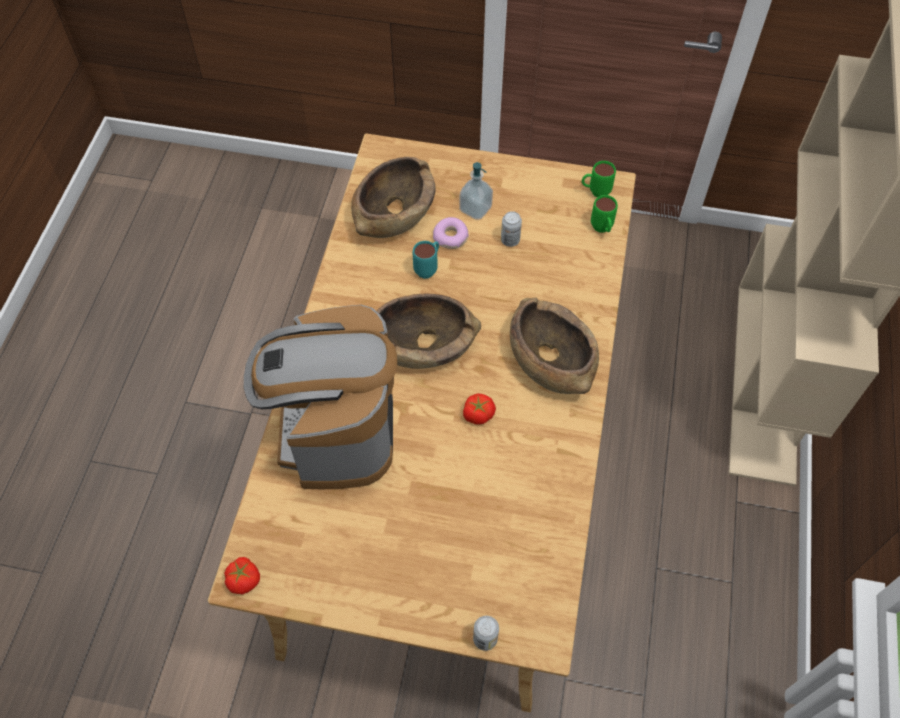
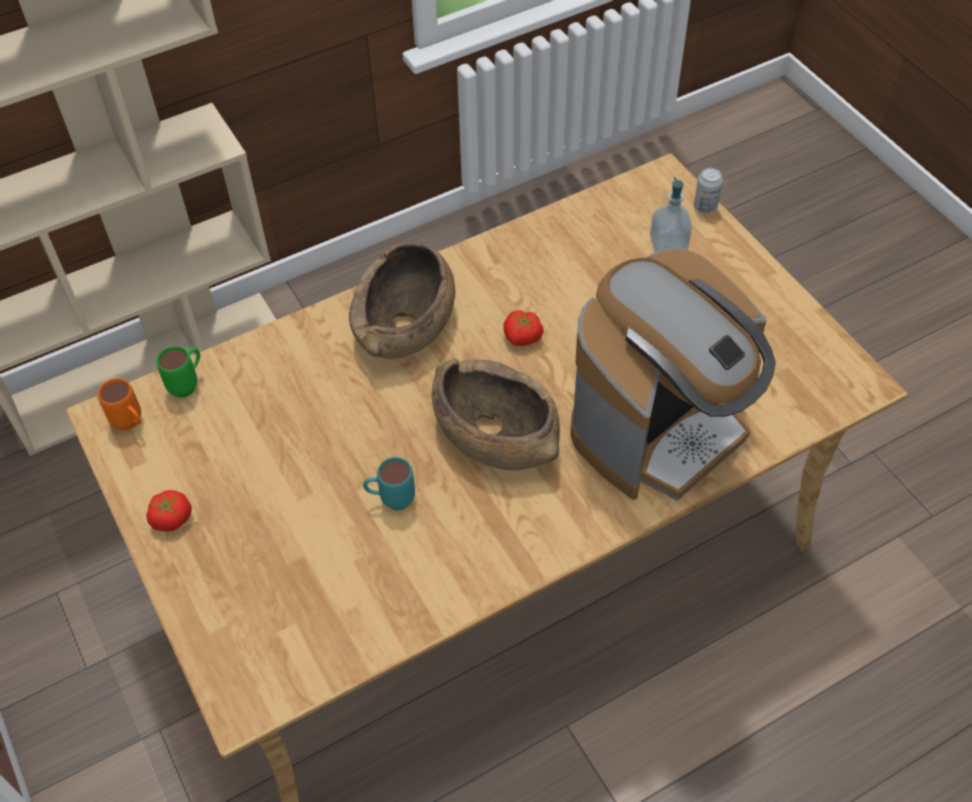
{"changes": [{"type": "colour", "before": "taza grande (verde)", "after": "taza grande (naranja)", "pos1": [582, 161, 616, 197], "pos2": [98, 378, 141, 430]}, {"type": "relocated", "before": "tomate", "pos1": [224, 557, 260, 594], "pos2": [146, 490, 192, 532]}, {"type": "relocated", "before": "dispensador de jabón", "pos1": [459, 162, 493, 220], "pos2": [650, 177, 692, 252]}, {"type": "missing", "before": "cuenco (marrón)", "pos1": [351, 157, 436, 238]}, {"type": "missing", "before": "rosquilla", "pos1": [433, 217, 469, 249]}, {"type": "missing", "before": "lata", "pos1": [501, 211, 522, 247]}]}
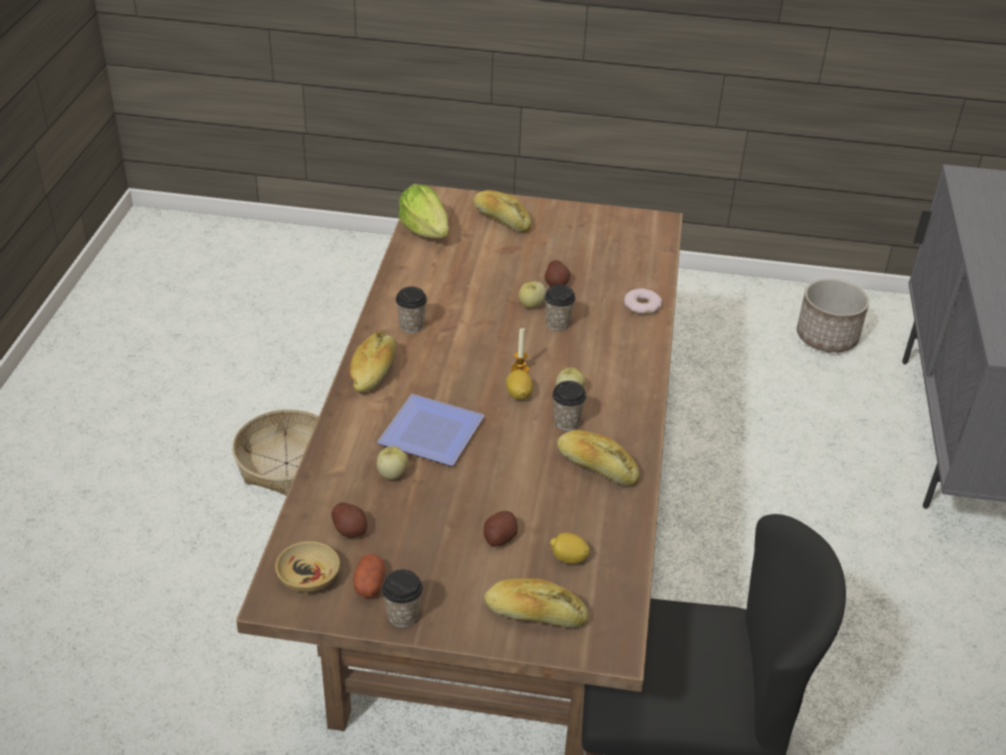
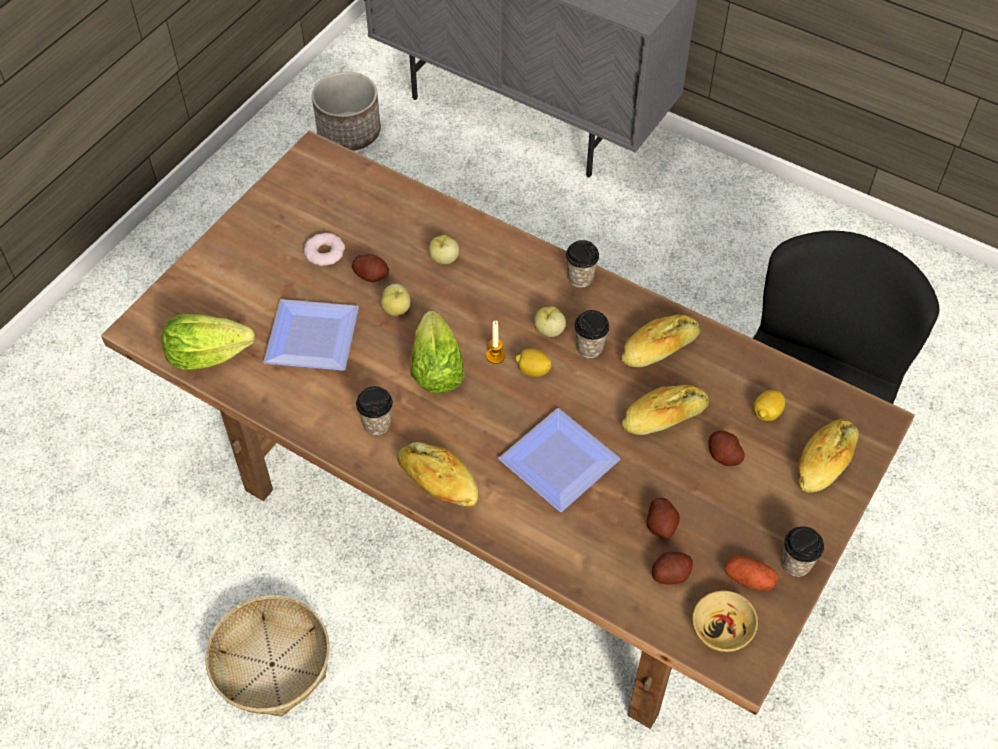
{"changes": [{"type": "appeared", "after": "plato", "pos2": [263, 299, 359, 371]}, {"type": "relocated", "before": "rosquilla", "pos1": [624, 288, 662, 314], "pos2": [304, 233, 345, 266]}, {"type": "appeared", "after": "lechuga", "pos2": [410, 311, 465, 394]}, {"type": "relocated", "before": "manzana", "pos1": [377, 446, 408, 480], "pos2": [429, 235, 459, 264]}, {"type": "relocated", "before": "taza", "pos1": [544, 285, 576, 331], "pos2": [566, 240, 599, 287]}, {"type": "relocated", "before": "pan", "pos1": [473, 190, 532, 232], "pos2": [622, 385, 709, 435]}, {"type": "appeared", "after": "patata", "pos2": [647, 498, 680, 539]}]}
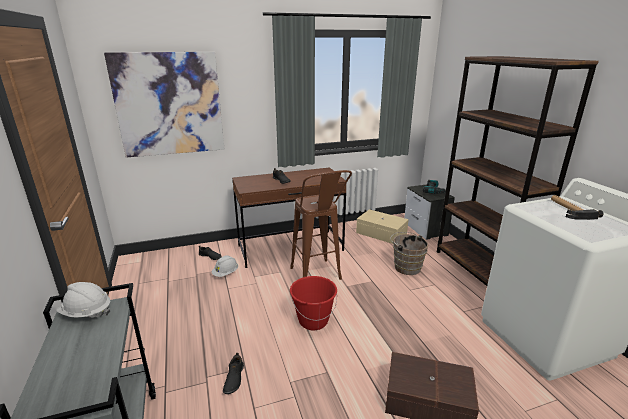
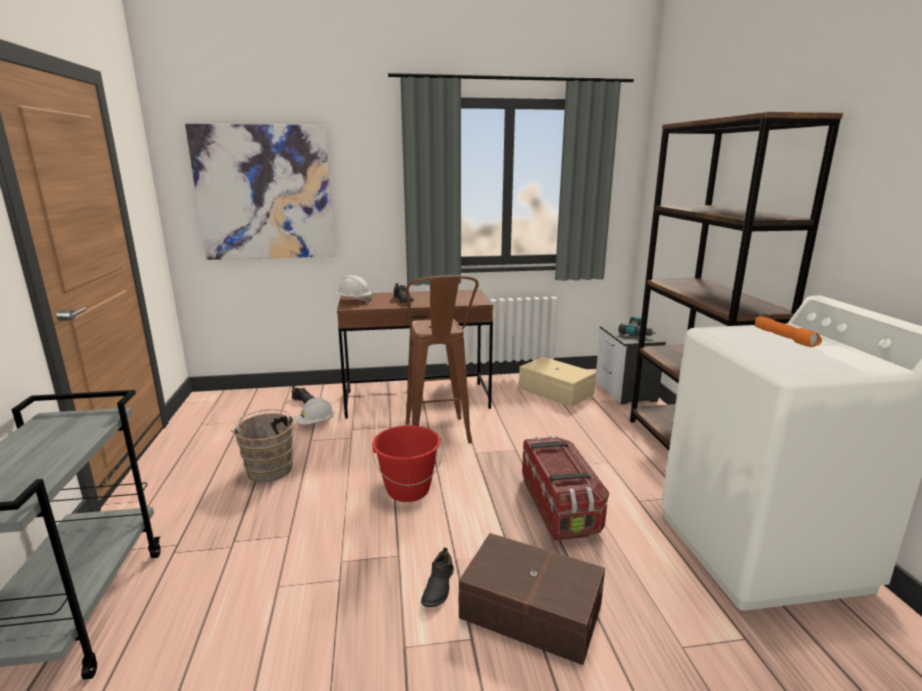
{"changes": [{"type": "relocated", "before": "cubo (marrón)", "pos1": [390, 232, 428, 275], "pos2": [232, 409, 296, 482]}, {"type": "relocated", "before": "casco (blanco)", "pos1": [56, 282, 110, 318], "pos2": [335, 275, 372, 302]}, {"type": "relocated", "before": "zapato (negro)", "pos1": [223, 353, 244, 394], "pos2": [421, 548, 454, 607]}, {"type": "appeared", "after": "caja de almacenaje", "pos2": [522, 436, 609, 541]}, {"type": "exchanged", "before": "martillo", "after": "linterna (naranja)", "pos1": [551, 195, 603, 220], "pos2": [755, 316, 822, 347]}]}
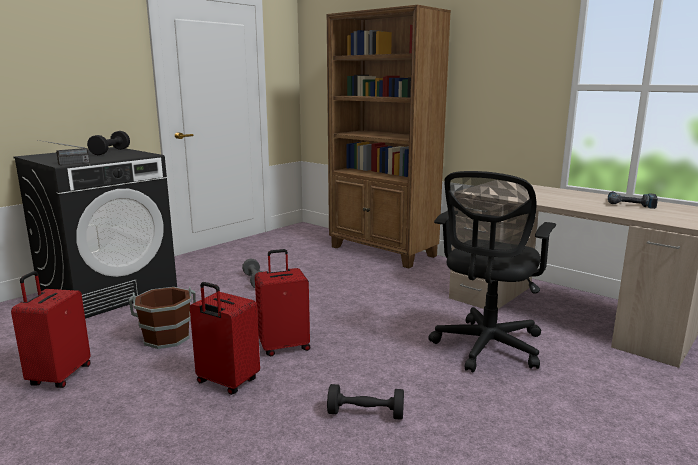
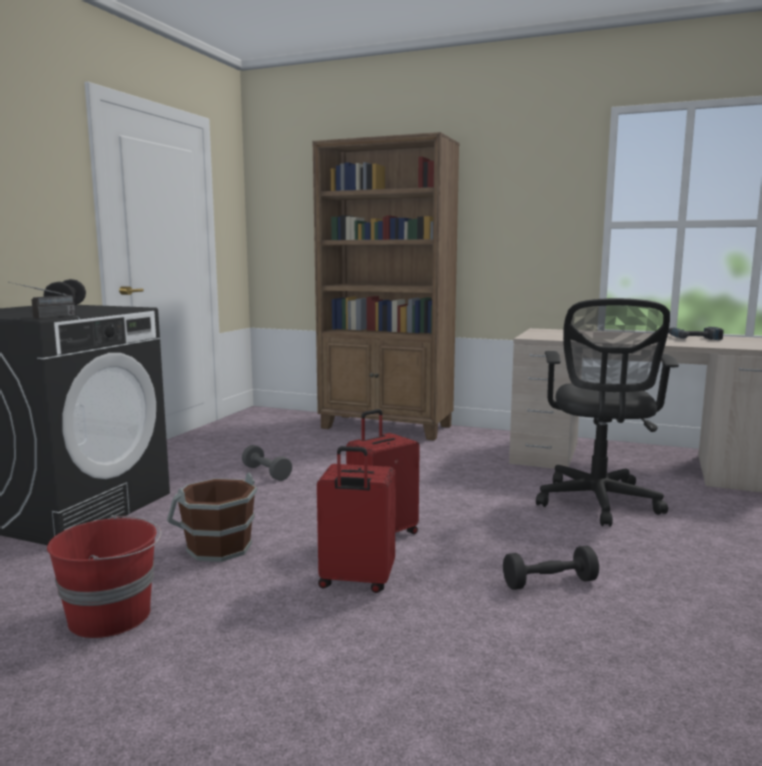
{"changes": [{"type": "exchanged", "before": "maleta (rojo)", "after": "cubo (rojo)", "pos1": [11, 271, 91, 388], "pos2": [47, 515, 161, 638]}]}
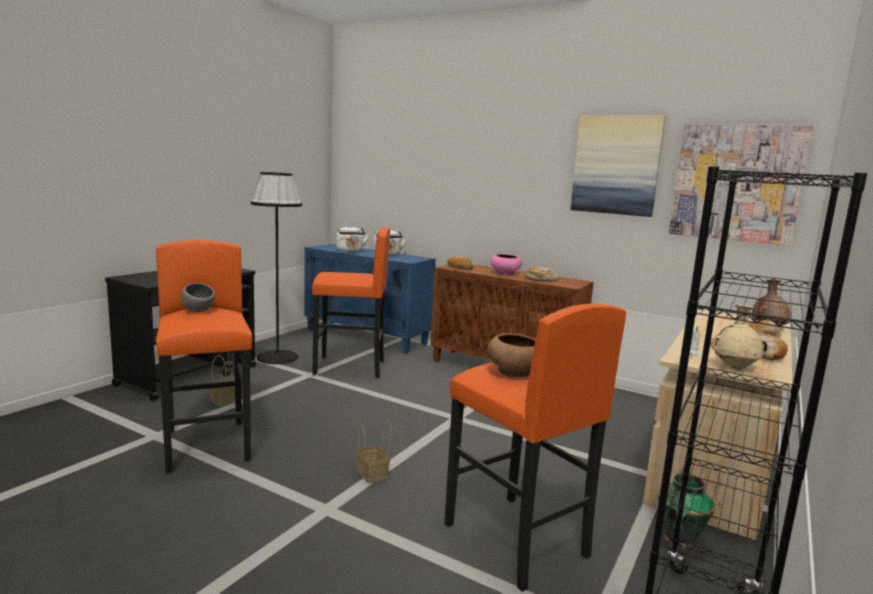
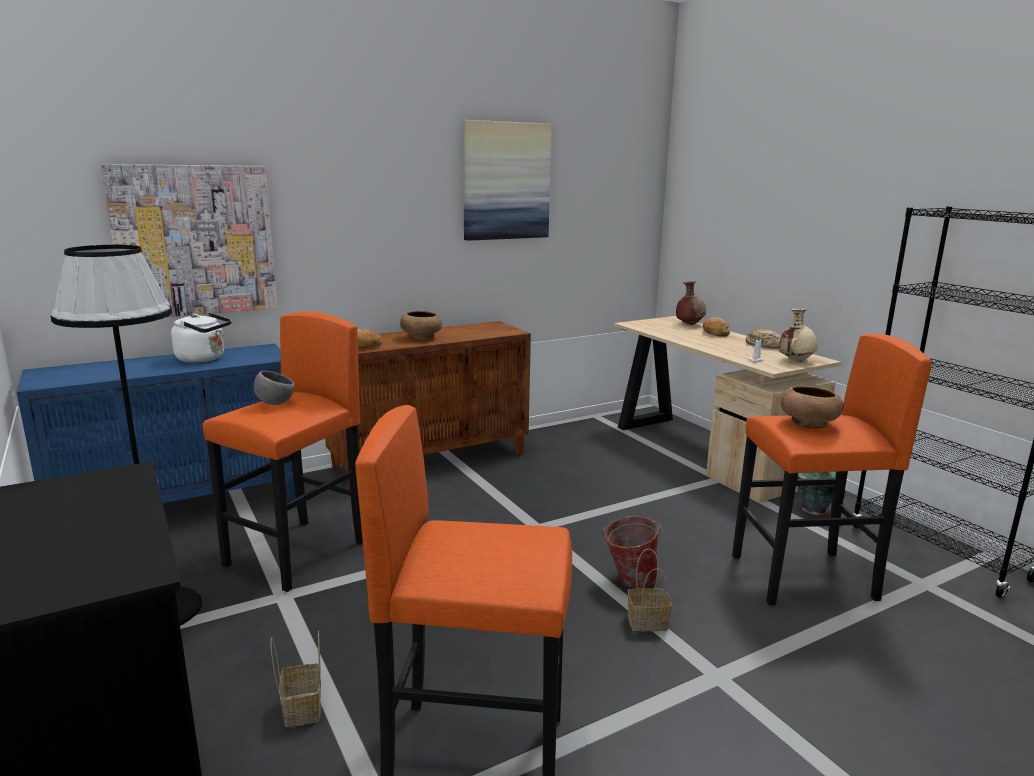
{"changes": [{"type": "relocated", "before": "cuadro", "pos1": [669, 124, 813, 245], "pos2": [101, 164, 277, 317]}, {"type": "relocated", "before": "cuenco (gris)", "pos1": [181, 283, 215, 312], "pos2": [254, 371, 295, 405]}, {"type": "colour", "before": "cuenco (rosa)", "after": "cuenco (marrón)", "pos1": [491, 254, 522, 275], "pos2": [400, 311, 442, 340]}, {"type": "appeared", "after": "cubo", "pos2": [601, 516, 661, 588]}, {"type": "missing", "before": "hervidor (blanco)", "pos1": [336, 225, 369, 252]}, {"type": "missing", "before": "pan", "pos1": [525, 267, 559, 281]}]}
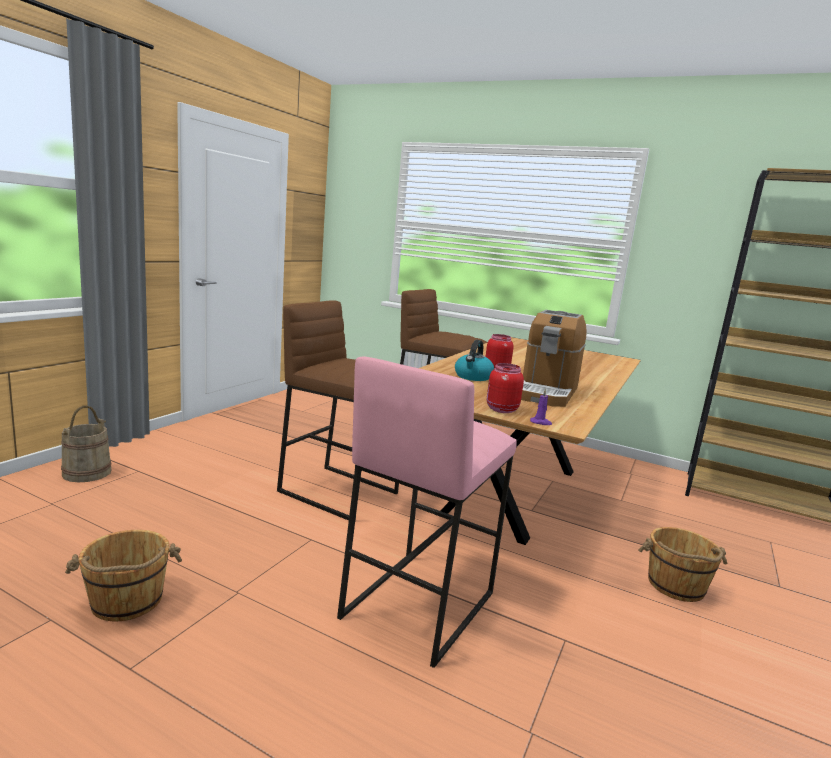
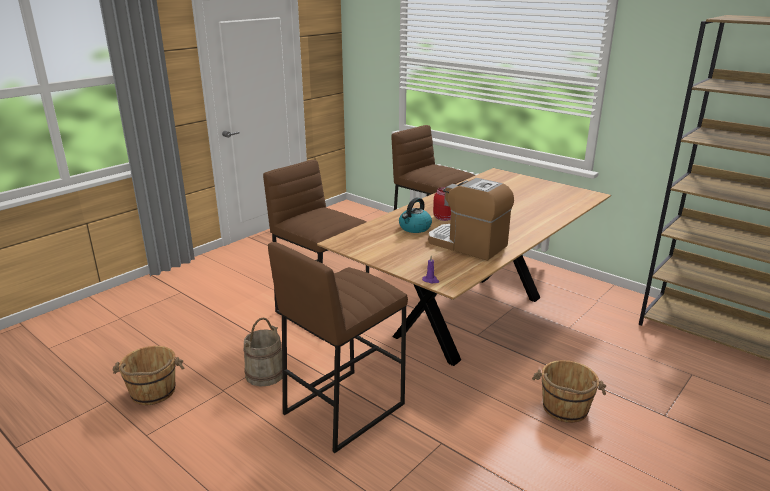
{"changes": [{"type": "relocated", "before": "cubo (beis)", "pos1": [61, 405, 111, 483], "pos2": [244, 318, 282, 387]}, {"type": "colour", "before": "taburete (rosa)", "after": "taburete (marrón)", "pos1": [337, 356, 517, 668], "pos2": [268, 242, 408, 453]}, {"type": "spun", "before": "cafetera", "pos1": [521, 310, 586, 407], "pos2": [428, 178, 514, 261], "turn": 90}, {"type": "missing", "before": "tarro (rojo)", "pos1": [487, 363, 524, 413]}]}
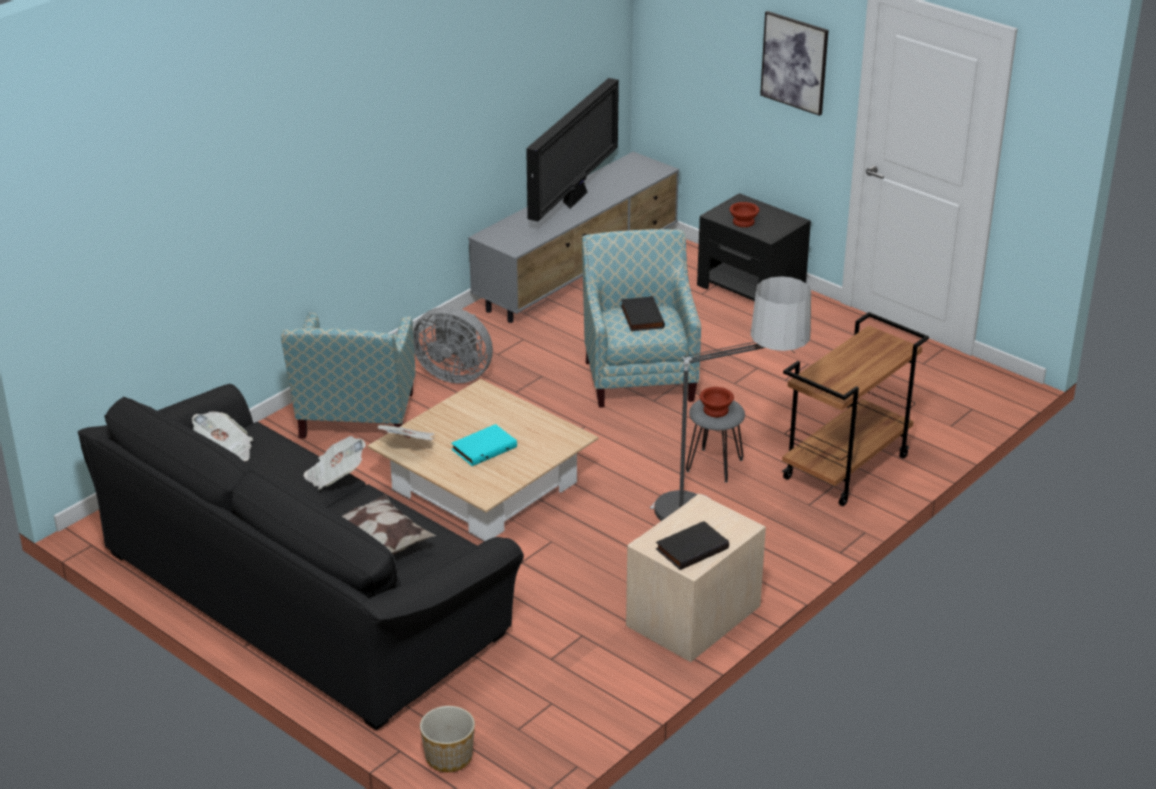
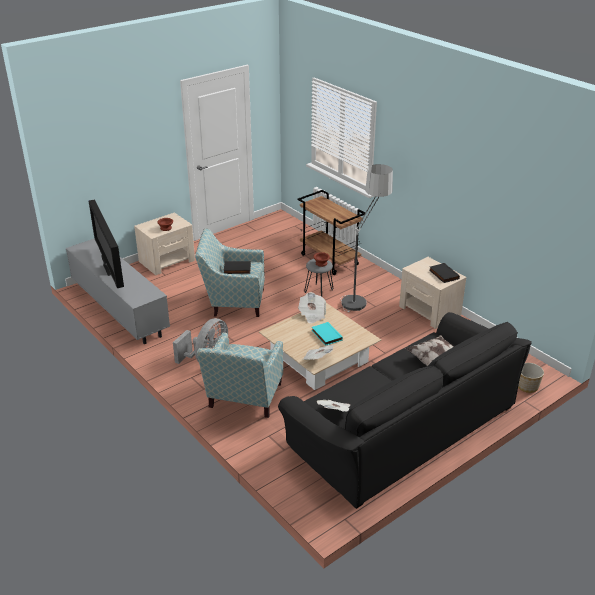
{"changes": [{"type": "spun", "before": "televisor", "pos1": [526, 78, 619, 222], "pos2": [88, 199, 124, 288], "turn": -150}, {"type": "colour", "before": "mesita de noche (negro)", "after": "mesita de noche (beis)", "pos1": [697, 193, 811, 301], "pos2": [134, 212, 195, 275]}, {"type": "spun", "before": "sillón", "pos1": [281, 312, 416, 438], "pos2": [197, 332, 283, 418], "turn": 90}, {"type": "relocated", "before": "periódico", "pos1": [304, 436, 366, 490], "pos2": [298, 292, 326, 324]}, {"type": "missing", "before": "cuadro", "pos1": [760, 11, 829, 116]}]}
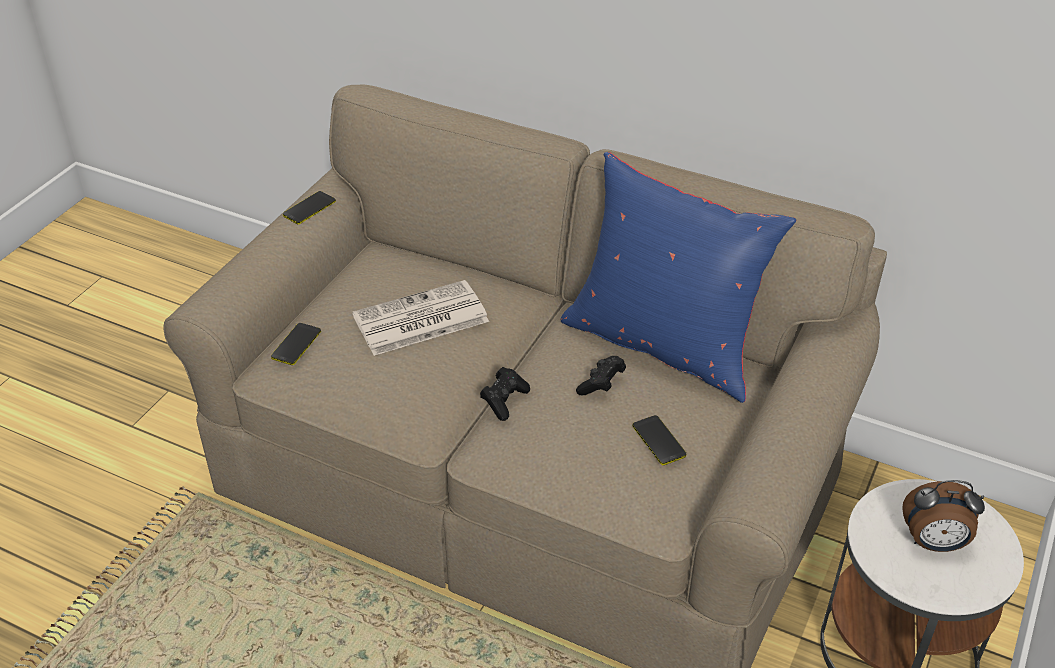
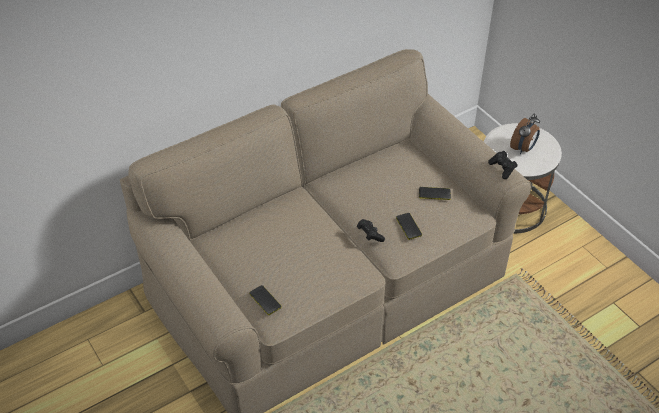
{"changes": [{"type": "relocated", "before": "móvil", "pos1": [283, 191, 336, 225], "pos2": [396, 213, 422, 240]}, {"type": "relocated", "before": "mando de consola (negro)", "pos1": [576, 356, 626, 395], "pos2": [488, 151, 517, 179]}, {"type": "missing", "before": "periódico", "pos1": [352, 280, 489, 356]}, {"type": "missing", "before": "cojín (azul)", "pos1": [561, 152, 796, 403]}]}
